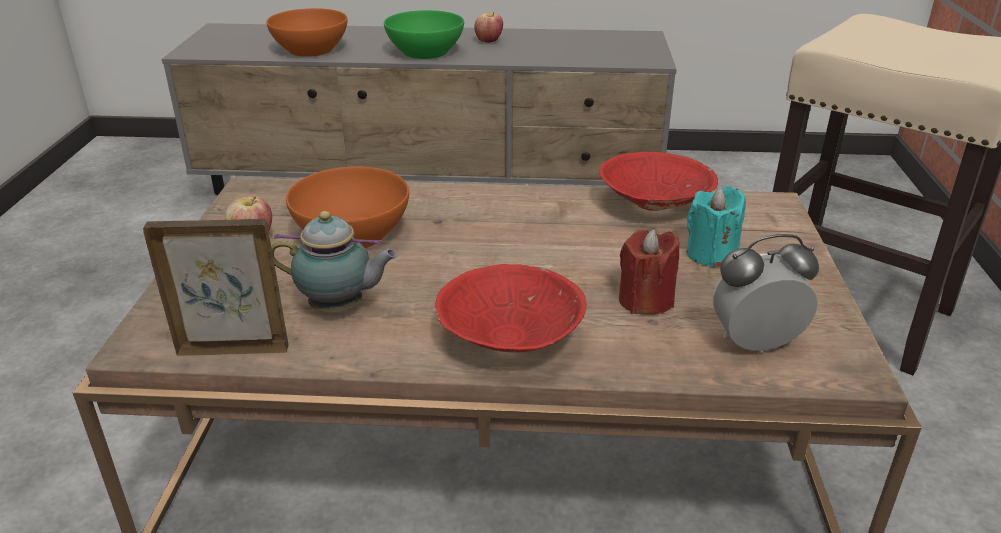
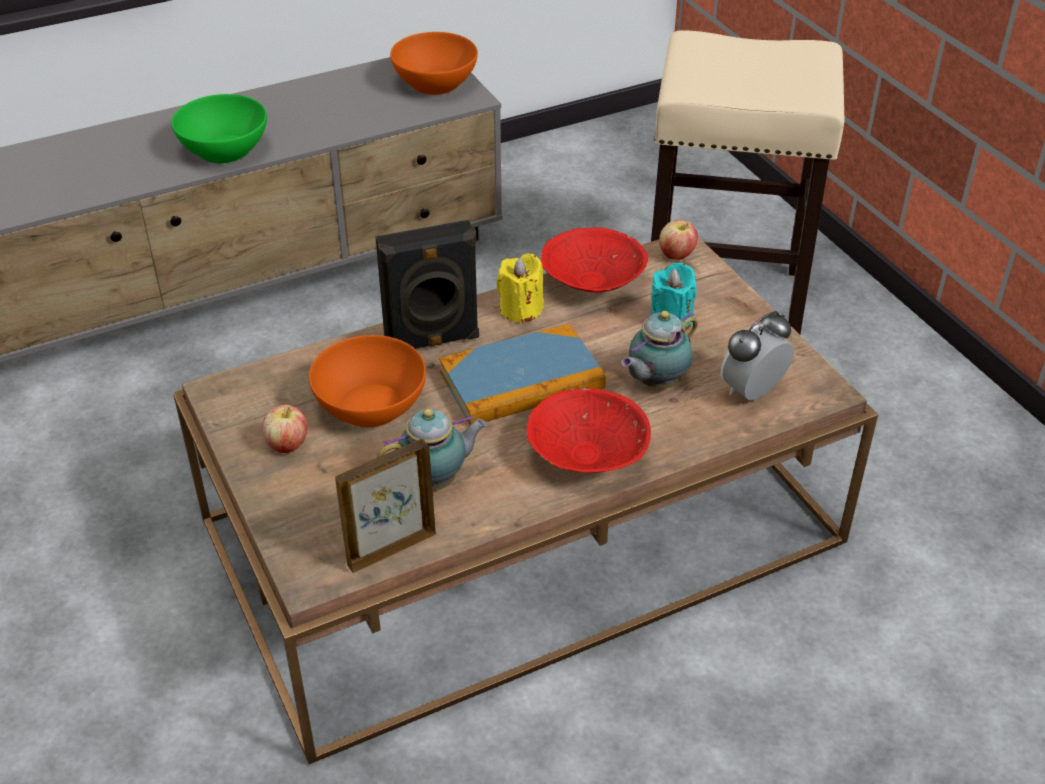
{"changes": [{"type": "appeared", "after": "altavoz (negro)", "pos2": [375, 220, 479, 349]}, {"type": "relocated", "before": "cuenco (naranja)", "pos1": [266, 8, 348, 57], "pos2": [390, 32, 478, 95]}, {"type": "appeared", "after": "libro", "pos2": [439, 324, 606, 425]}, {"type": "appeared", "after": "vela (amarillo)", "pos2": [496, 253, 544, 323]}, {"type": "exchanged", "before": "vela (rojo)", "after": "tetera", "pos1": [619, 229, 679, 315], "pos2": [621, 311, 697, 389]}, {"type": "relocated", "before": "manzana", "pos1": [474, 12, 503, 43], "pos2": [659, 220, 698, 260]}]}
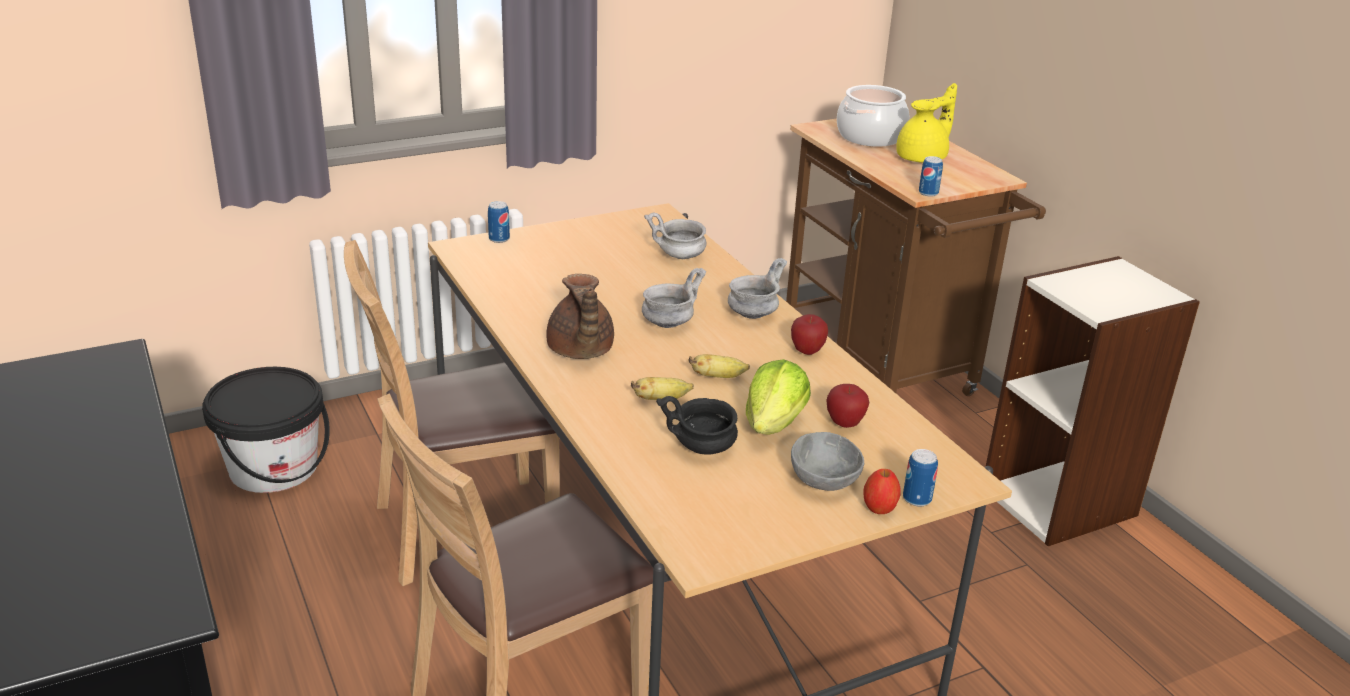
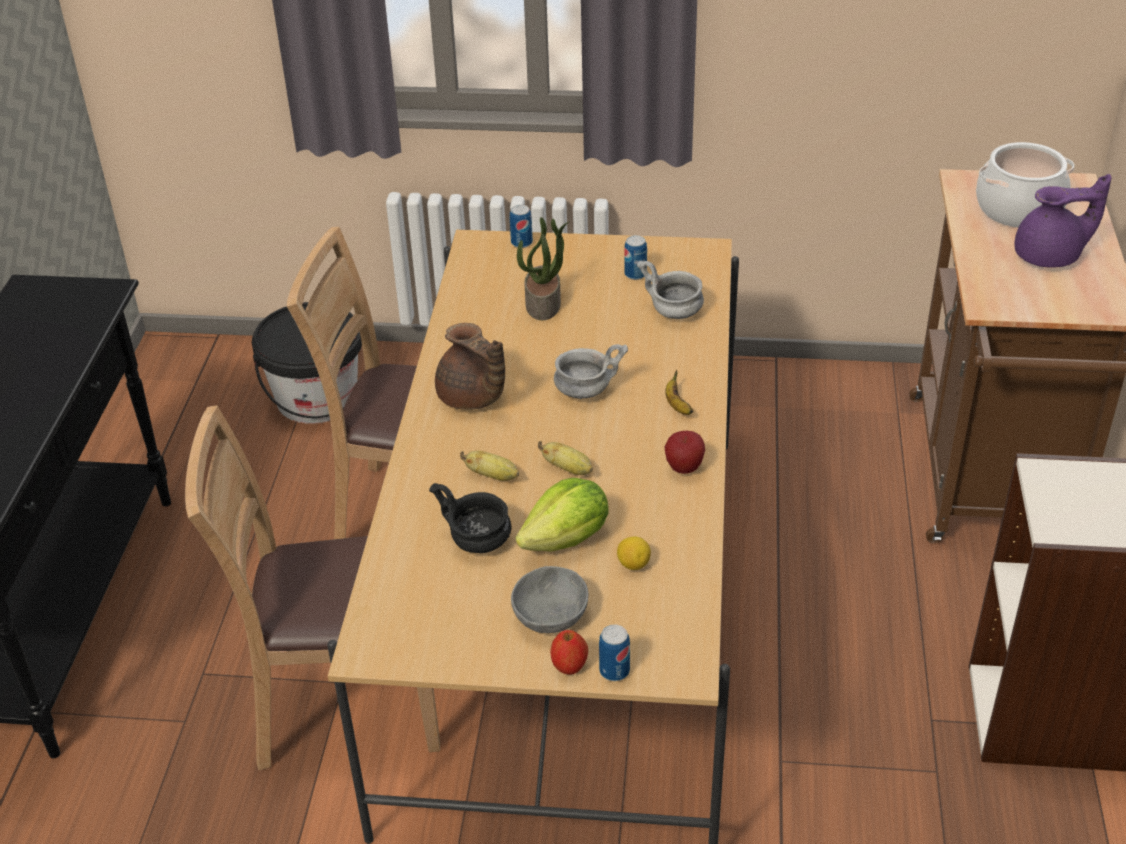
{"changes": [{"type": "spun", "before": "tetera (marrón)", "pos1": [546, 274, 614, 359], "pos2": [435, 323, 505, 410], "turn": -60}, {"type": "appeared", "after": "planta en maceta", "pos2": [517, 217, 569, 320]}, {"type": "exchanged", "before": "manzana", "after": "limón", "pos1": [826, 384, 869, 428], "pos2": [617, 537, 651, 570]}, {"type": "relocated", "before": "lata", "pos1": [919, 156, 943, 197], "pos2": [624, 235, 647, 280]}, {"type": "exchanged", "before": "cuenco (gris)", "after": "plátano", "pos1": [728, 258, 787, 319], "pos2": [665, 370, 693, 415]}, {"type": "colour", "before": "tetera (amarillo)", "after": "tetera (morado)", "pos1": [896, 83, 957, 163], "pos2": [1015, 174, 1111, 268]}]}
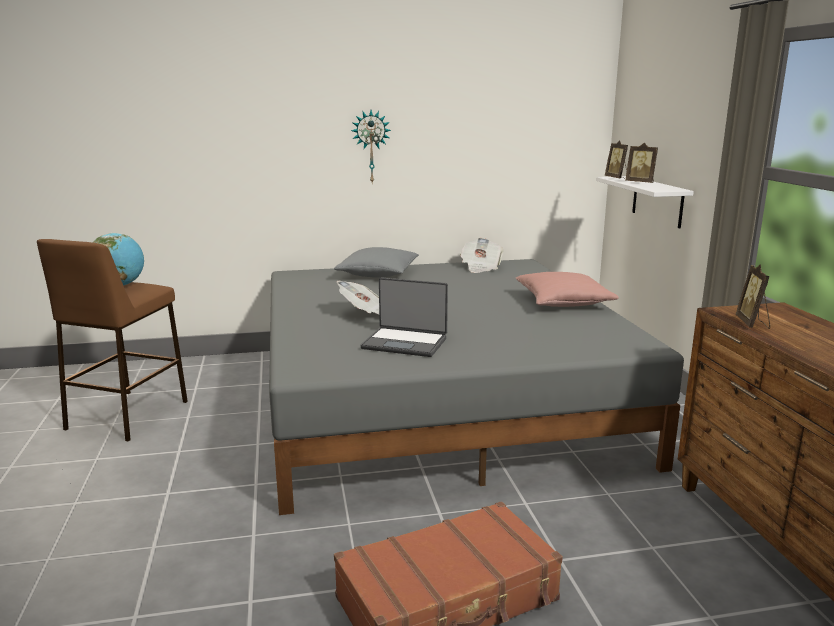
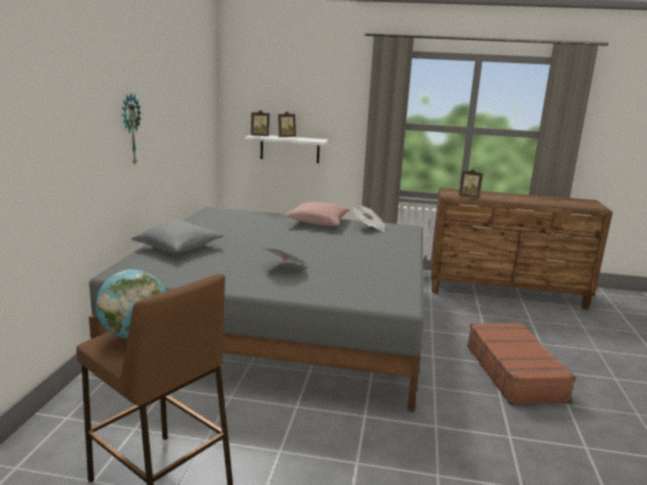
{"changes": [{"type": "relocated", "before": "periódico", "pos1": [460, 238, 504, 273], "pos2": [353, 204, 386, 232]}, {"type": "missing", "before": "portátil", "pos1": [361, 277, 448, 357]}]}
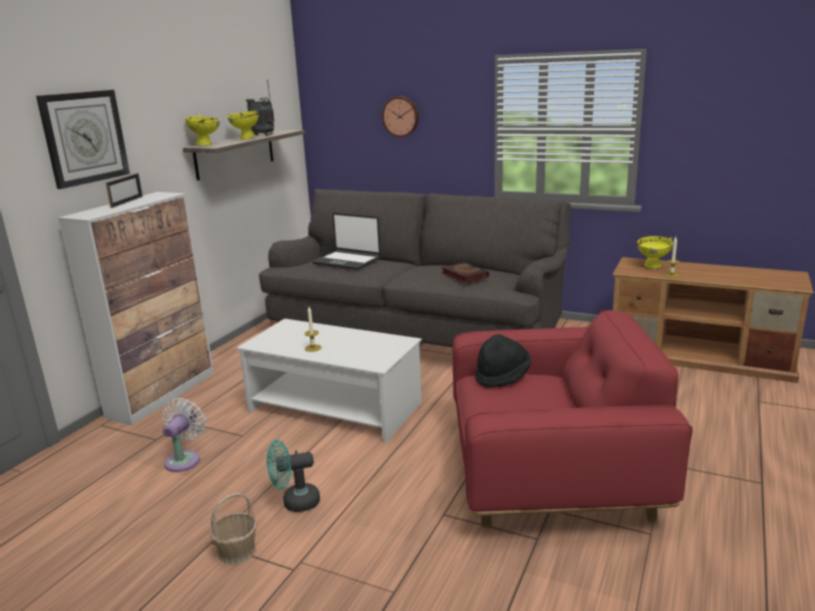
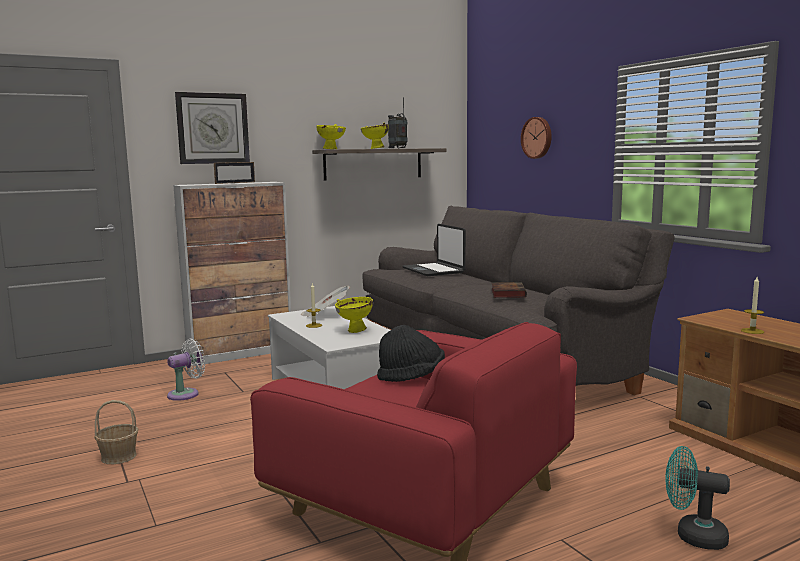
{"changes": [{"type": "appeared", "after": "periódico", "pos2": [301, 286, 350, 317]}, {"type": "relocated", "before": "cuenco (amarillo)", "pos1": [637, 236, 673, 269], "pos2": [335, 297, 373, 333]}, {"type": "relocated", "before": "ventilador (turquesa)", "pos1": [267, 440, 320, 512], "pos2": [666, 446, 730, 550]}]}
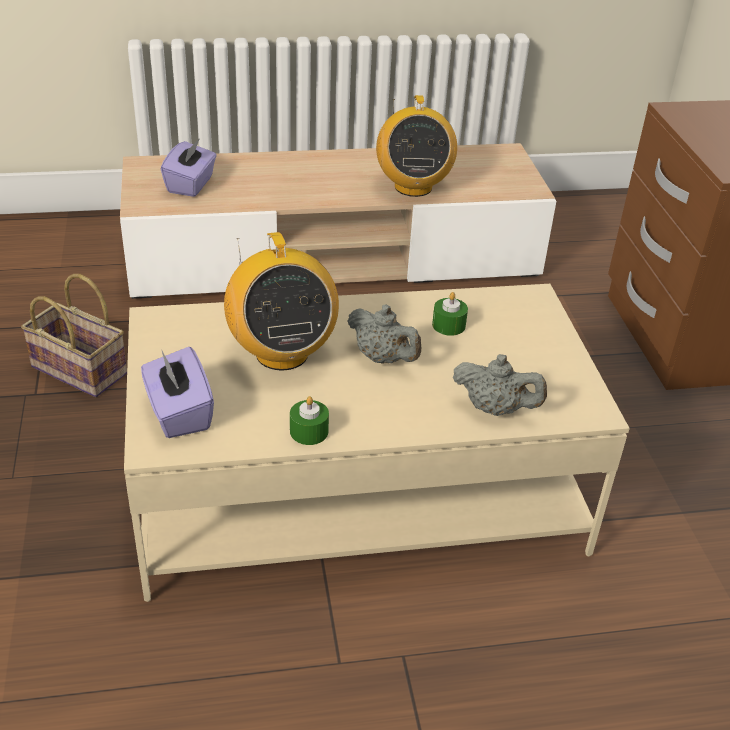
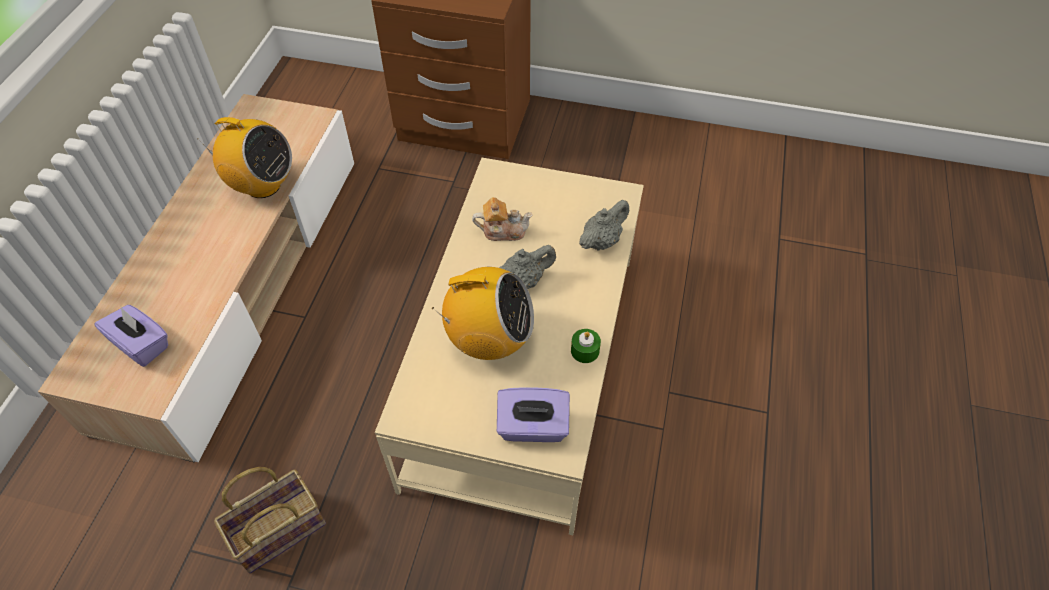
{"changes": [{"type": "exchanged", "before": "vela (verde)", "after": "tetera", "pos1": [432, 292, 468, 336], "pos2": [472, 197, 533, 241]}]}
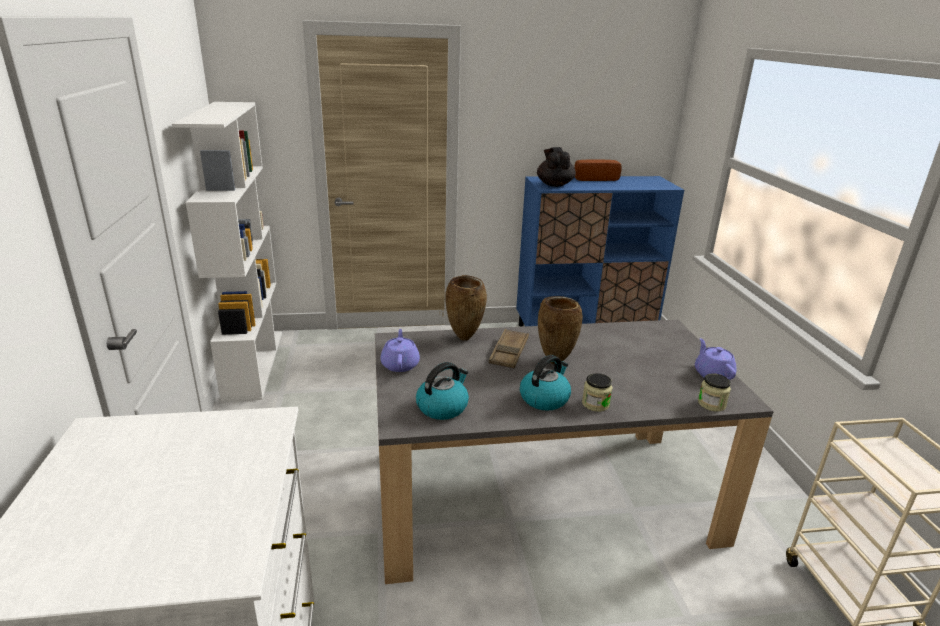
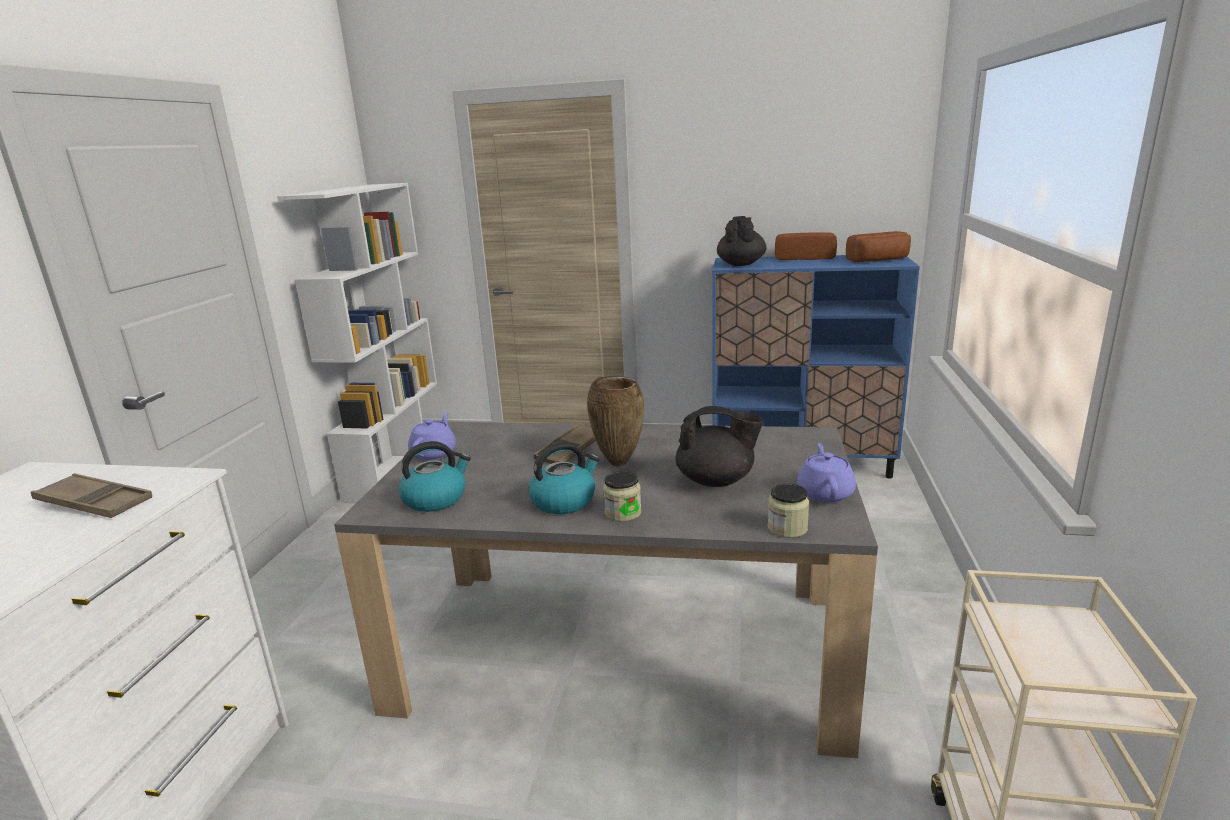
{"changes": [{"type": "appeared", "after": "bandeja (marrón)", "pos2": [31, 473, 152, 518]}, {"type": "appeared", "after": "tetera (negro)", "pos2": [675, 406, 764, 487]}, {"type": "appeared", "after": "pan", "pos2": [846, 231, 911, 262]}, {"type": "missing", "before": "florero (marrón)", "pos1": [446, 275, 487, 340]}]}
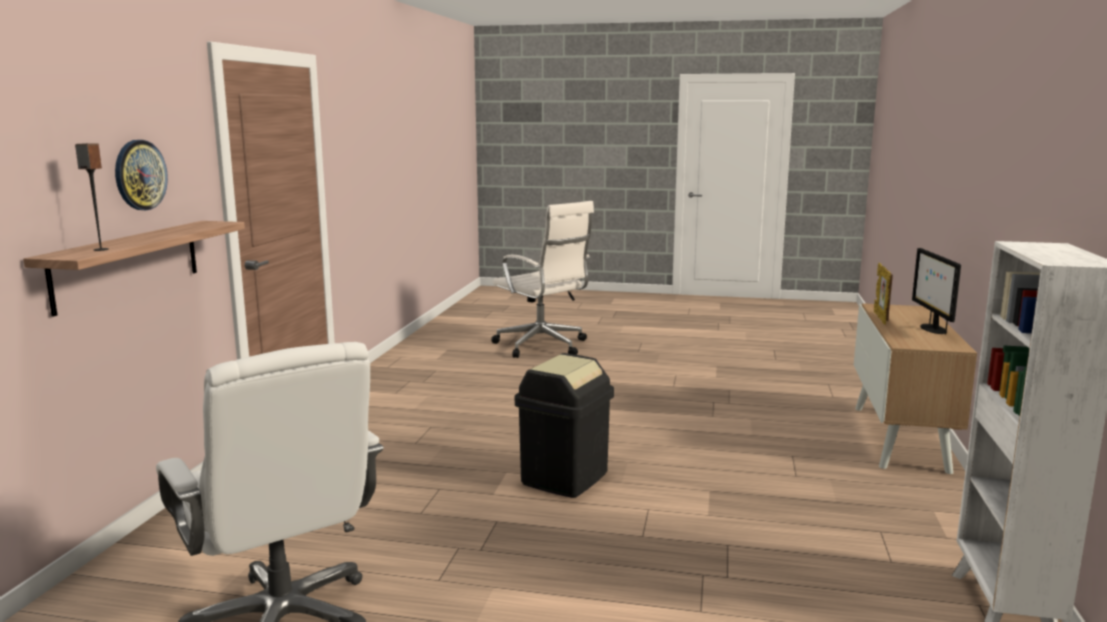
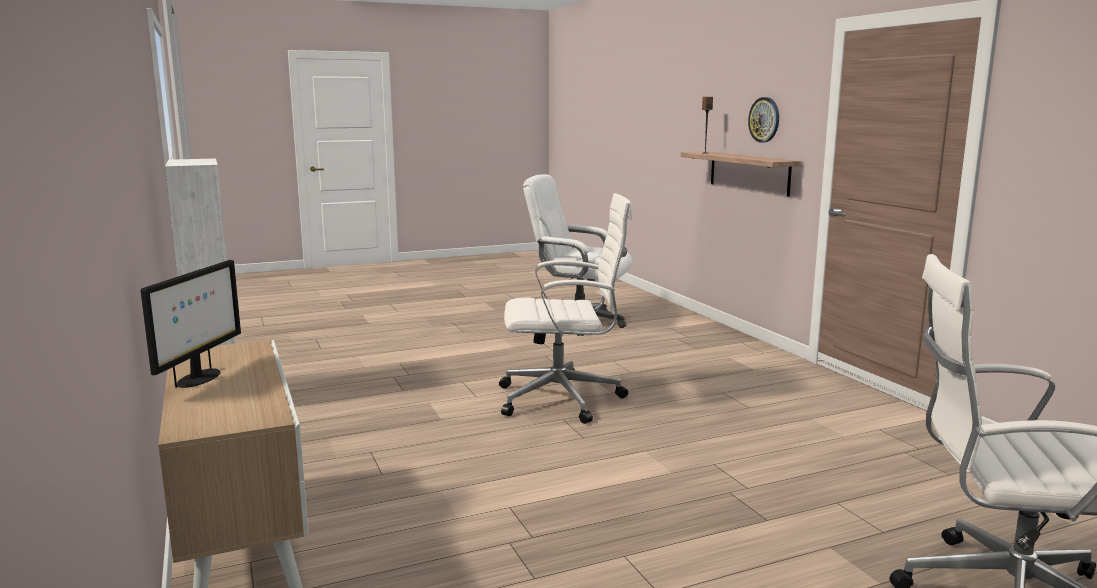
{"changes": [{"type": "spun", "before": "monitor", "pos1": [912, 248, 961, 335], "pos2": [141, 260, 241, 388], "turn": 45}, {"type": "exchanged", "before": "papelera (negro)", "after": "silla de oficina (blanco)", "pos1": [515, 353, 614, 498], "pos2": [499, 193, 632, 424]}, {"type": "missing", "before": "portarretratos", "pos1": [874, 263, 893, 325]}]}
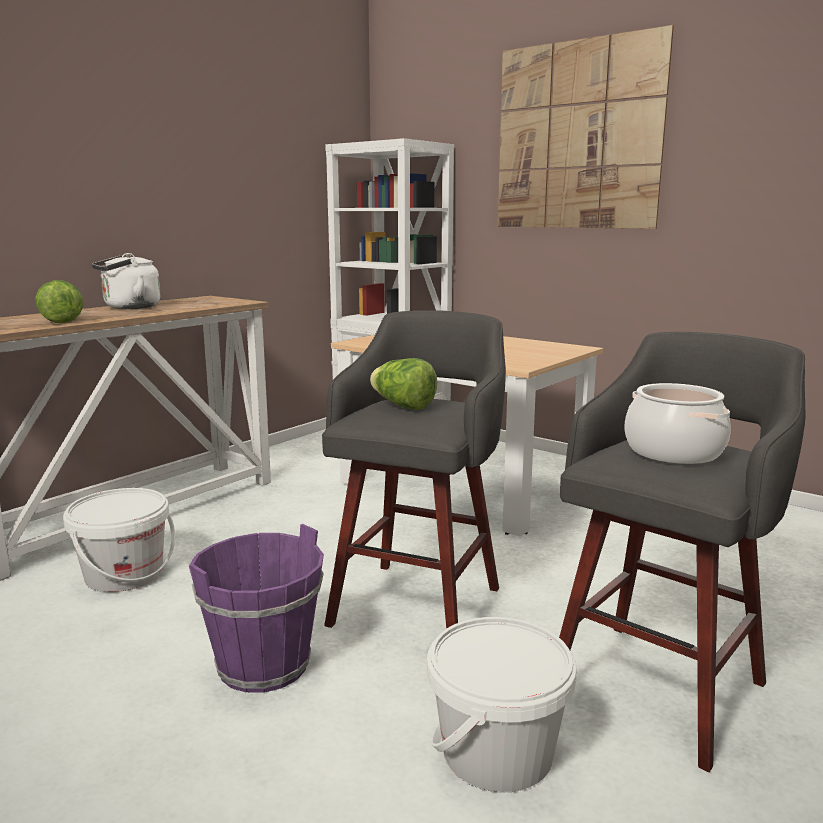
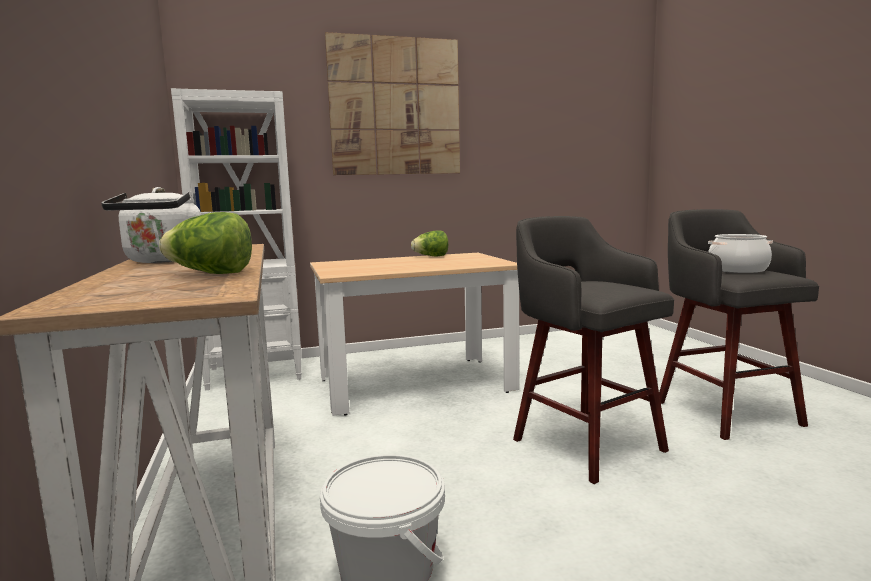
{"changes": [{"type": "relocated", "before": "lechuga", "pos1": [370, 358, 438, 410], "pos2": [411, 231, 448, 257]}, {"type": "missing", "before": "cubo (morado)", "pos1": [189, 524, 324, 693]}, {"type": "missing", "before": "cubo (blanco)", "pos1": [427, 617, 577, 793]}]}
